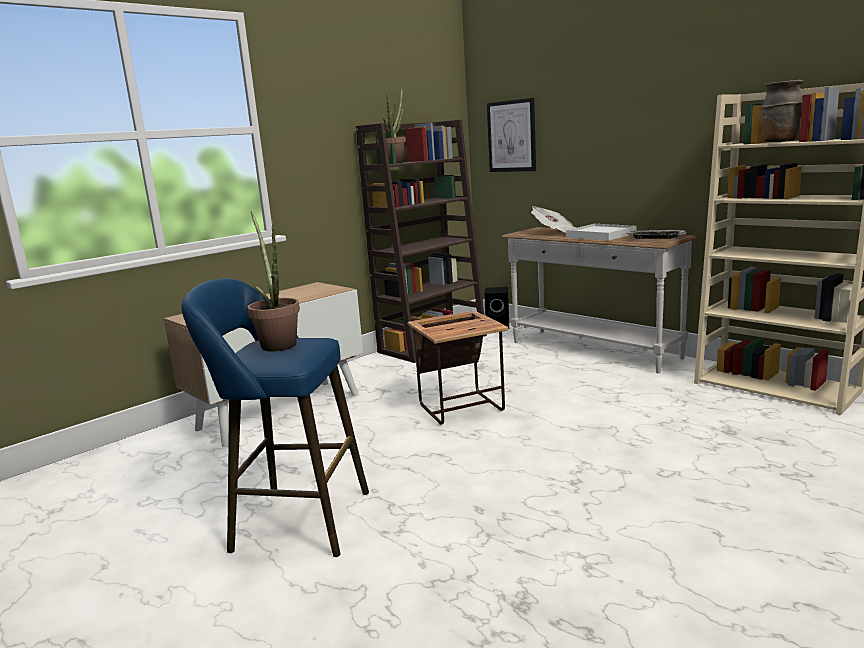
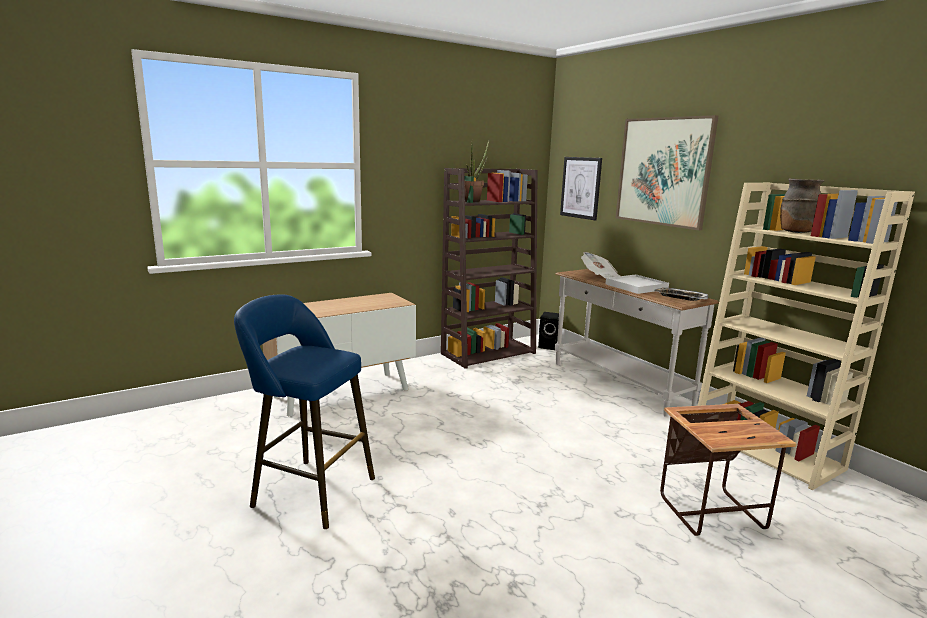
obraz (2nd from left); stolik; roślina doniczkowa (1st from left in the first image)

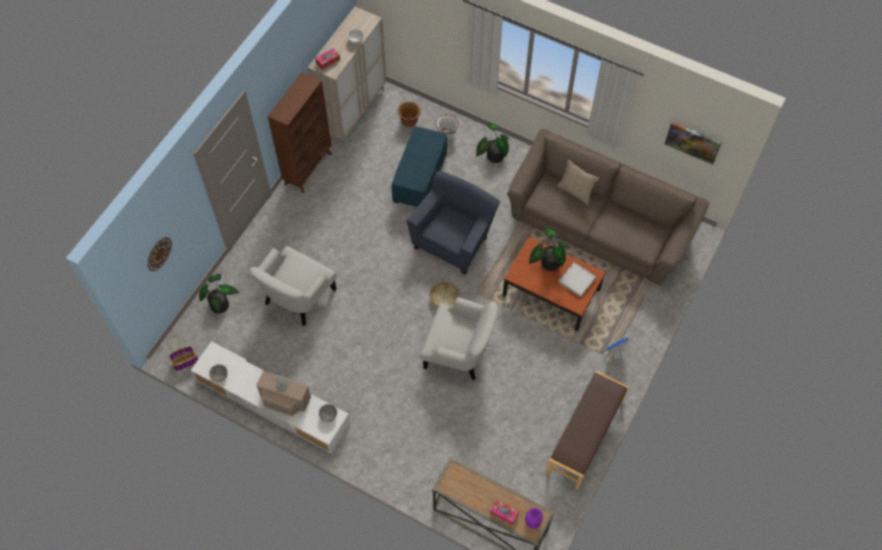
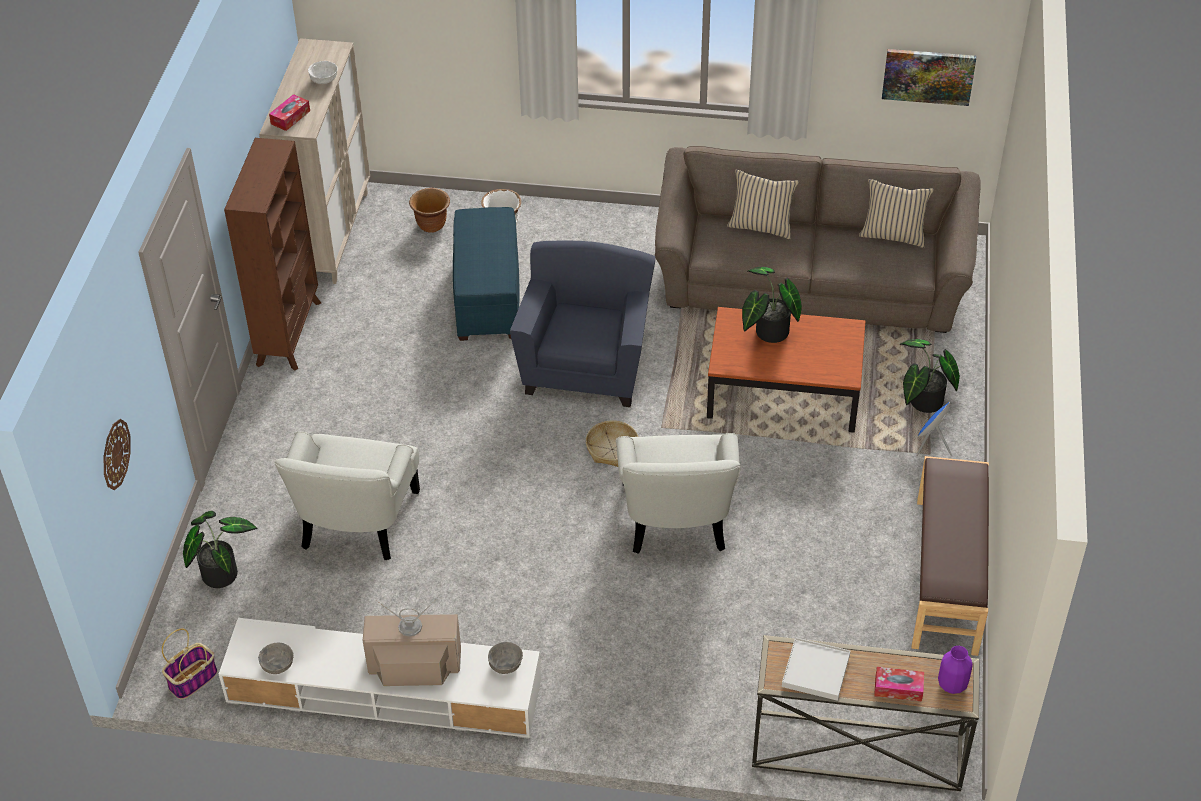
fotel (biały) (2nd from left); taca (biały); poduszka (beżowy) (2nd from left); roślina doniczkowa (3rd from left)

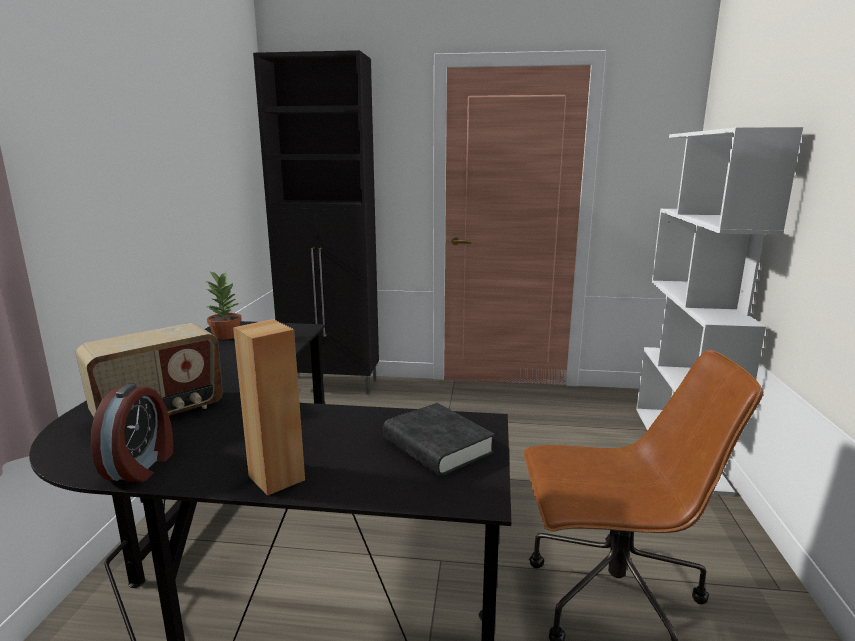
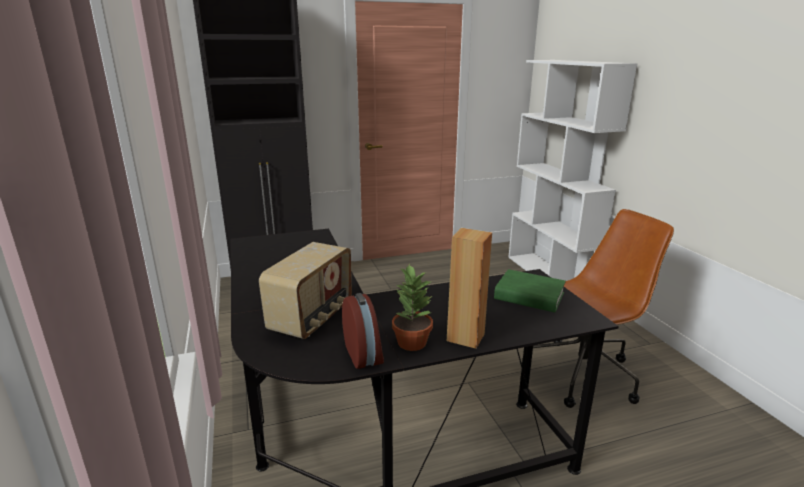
roślina doniczkowa; książka (zielony)

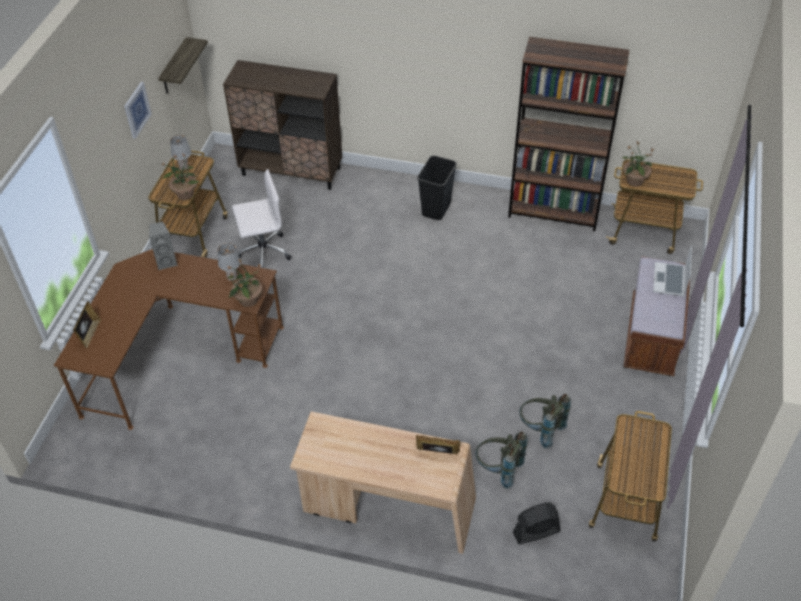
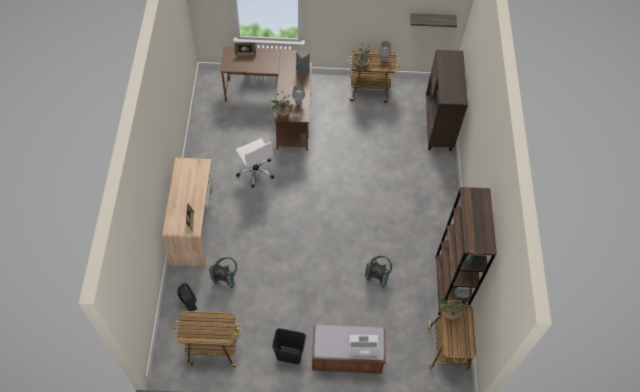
krzesło biurowe (biały); kosz na śmieci (czarny); plecak (szary) (2nd from left); obraz

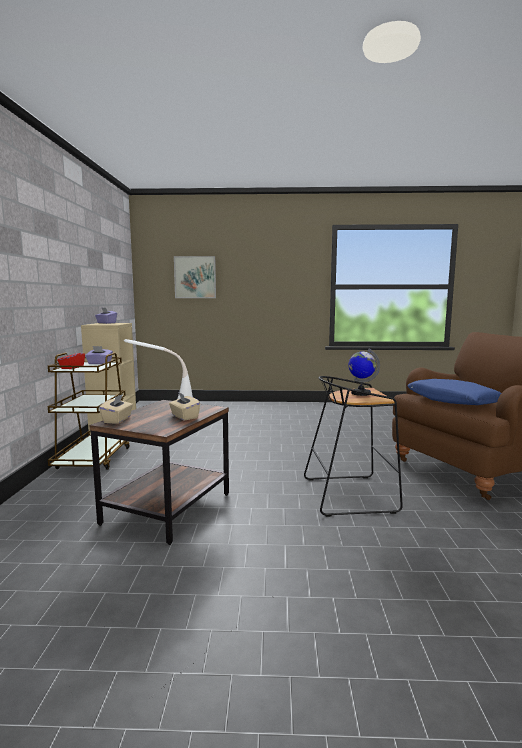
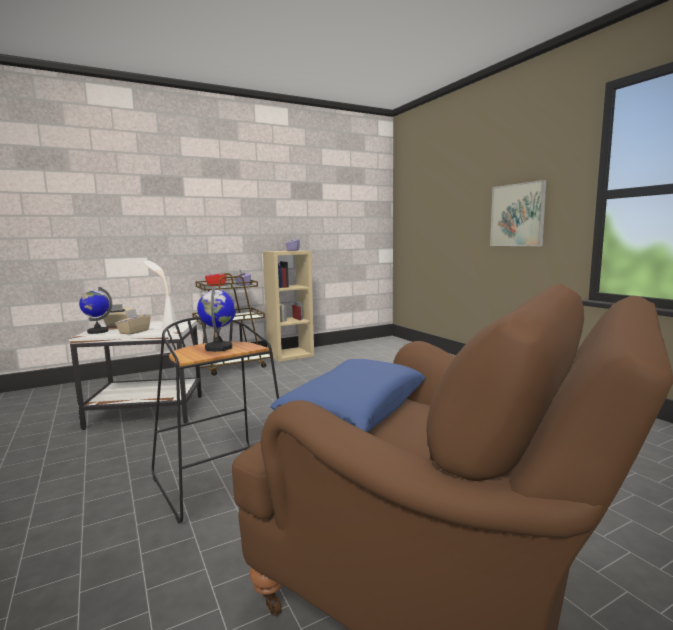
stolik (biały); globus (1st from left); obraz

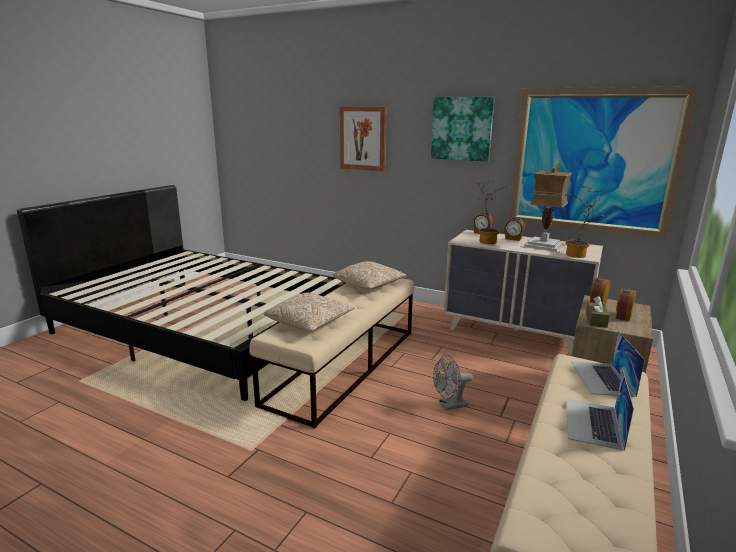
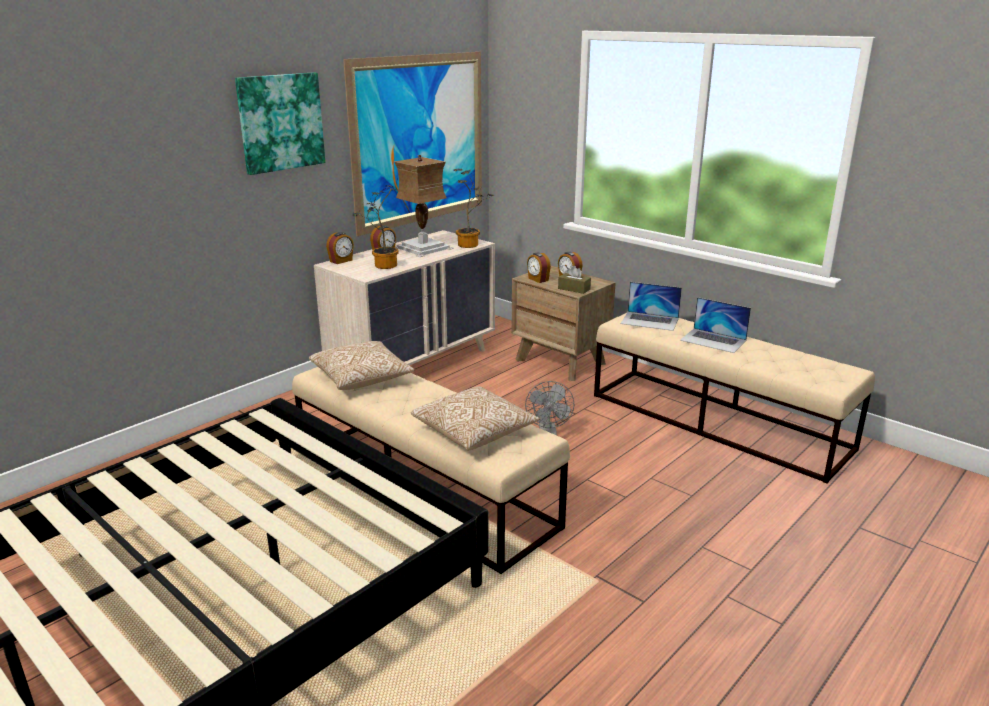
obraz (1st from left in the first image)

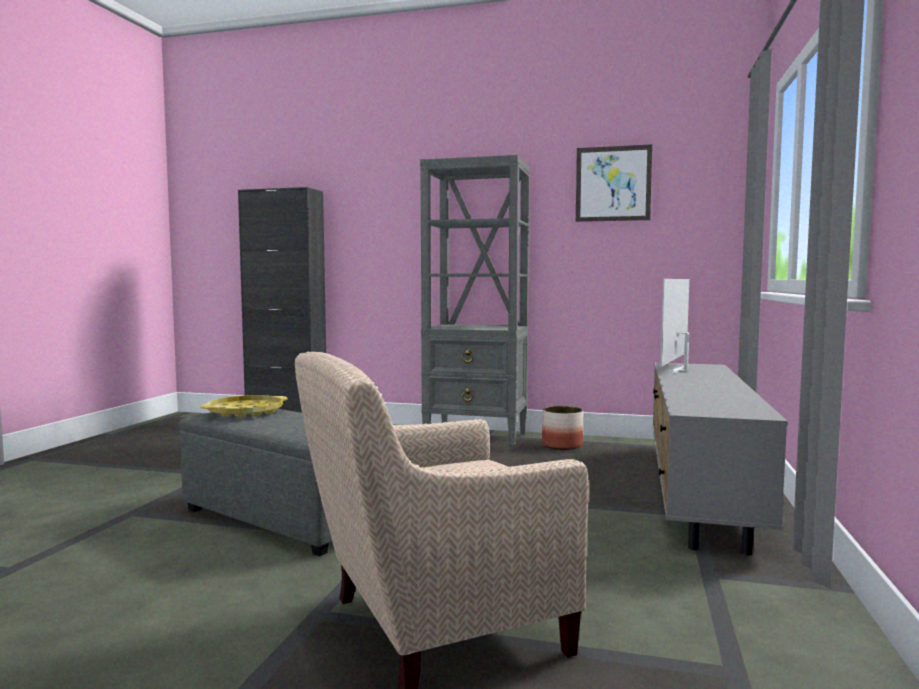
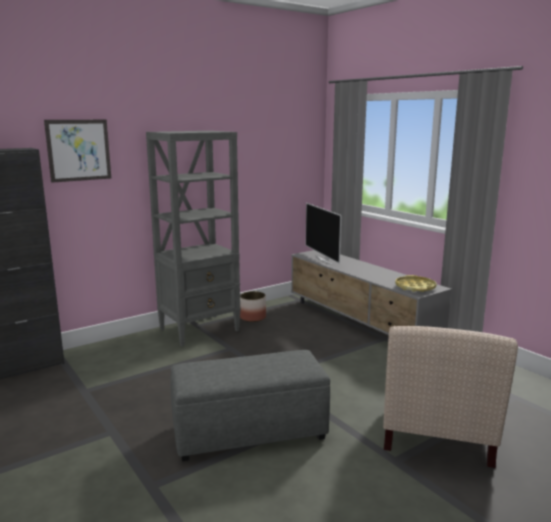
obraz; taca (żółty)

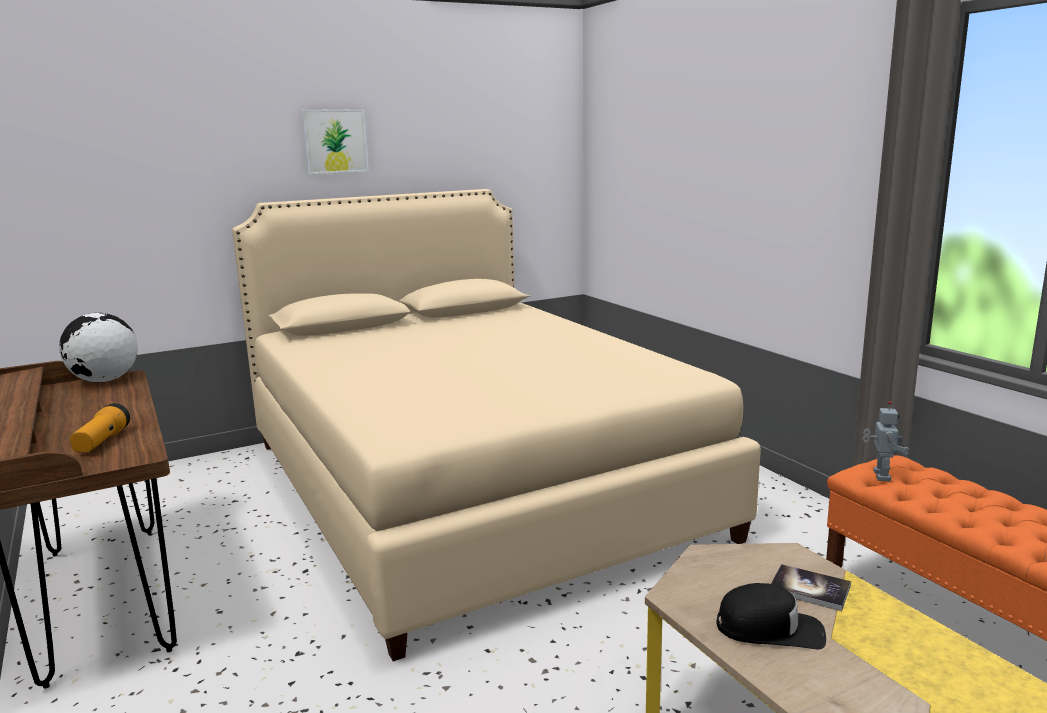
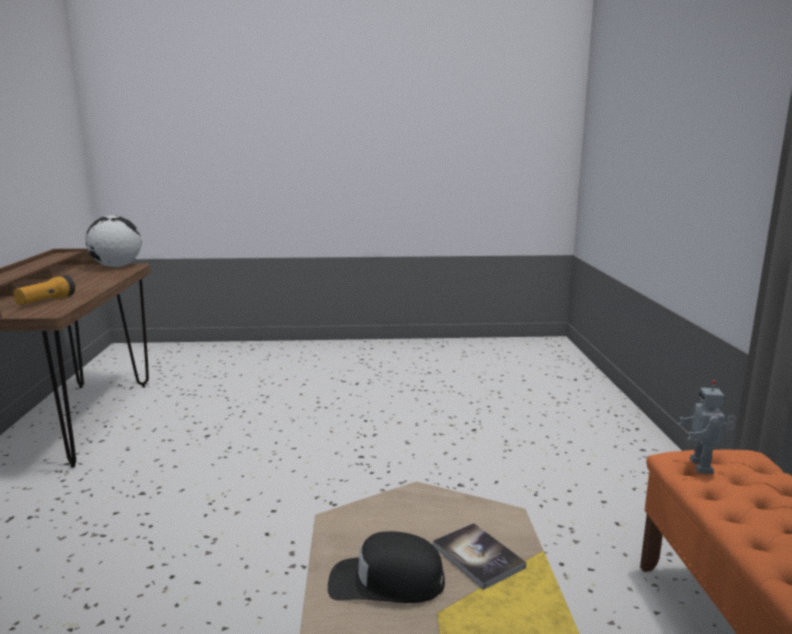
czapka z daszkiem (czarny); robot zabawkowy; łóżko (beżowy); obraz

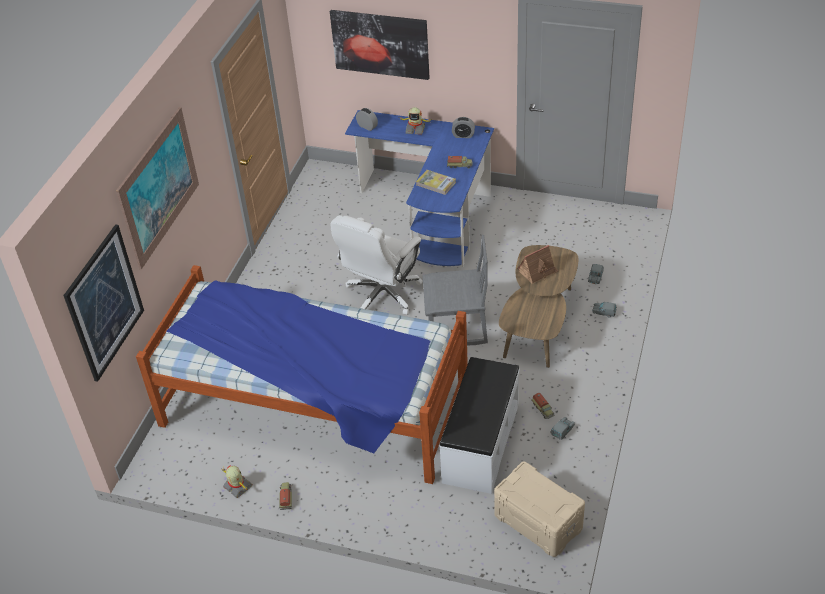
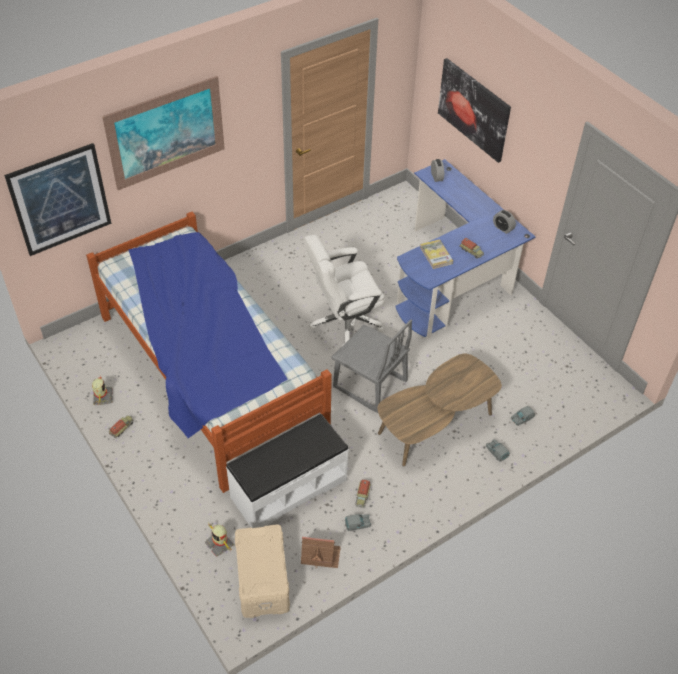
robot zabawkowy (2nd from left); domek

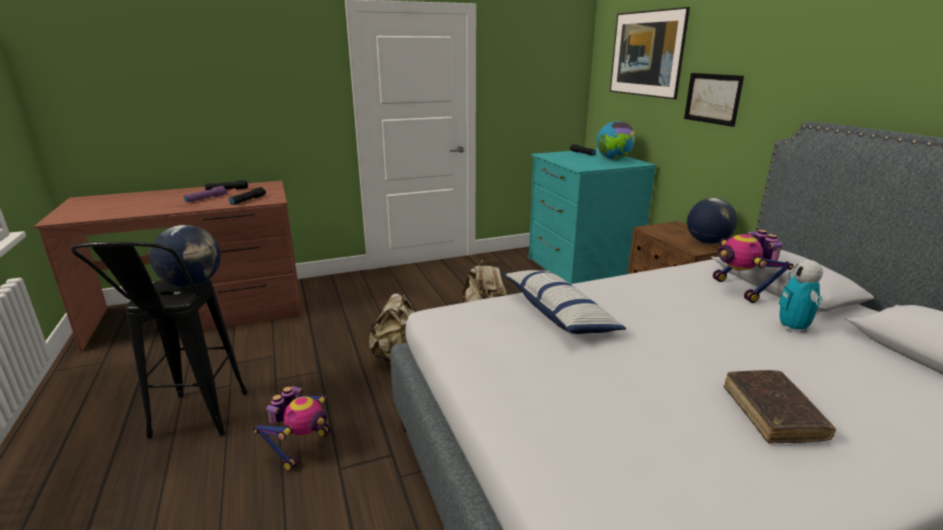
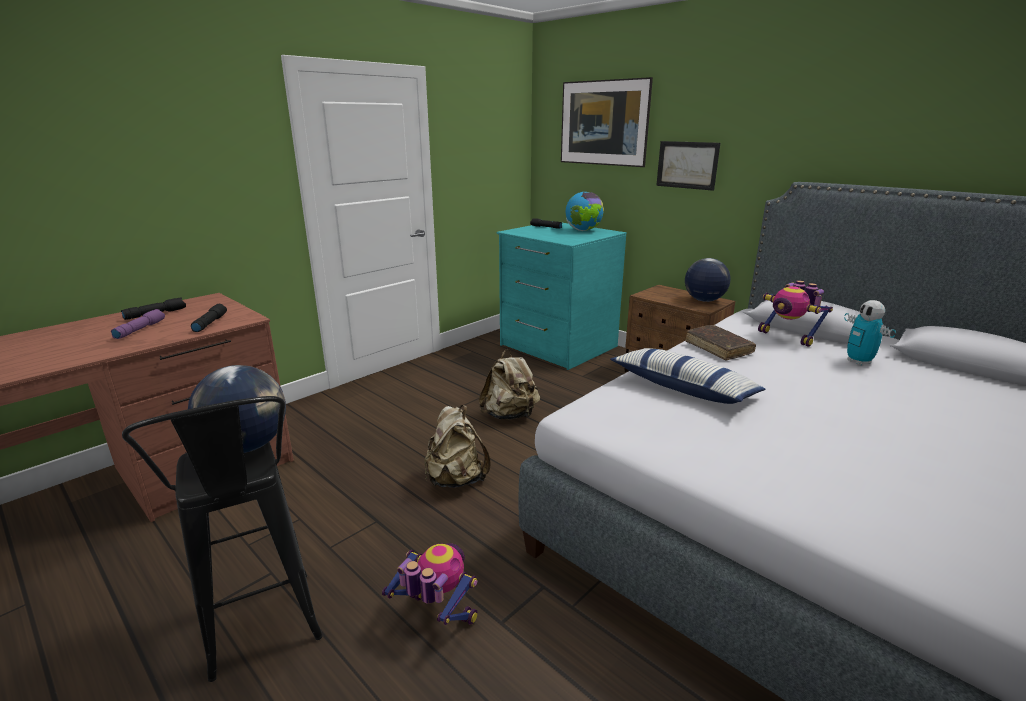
robot zabawkowy (1st from left); książka (brązowy)

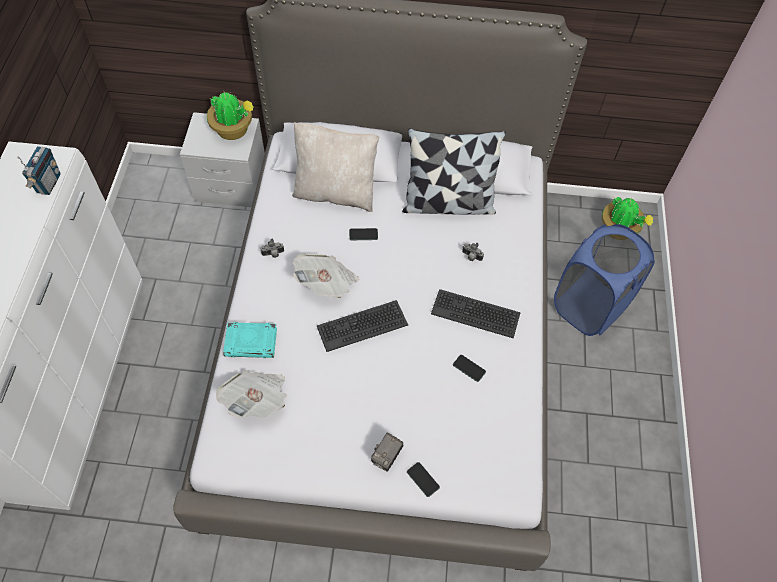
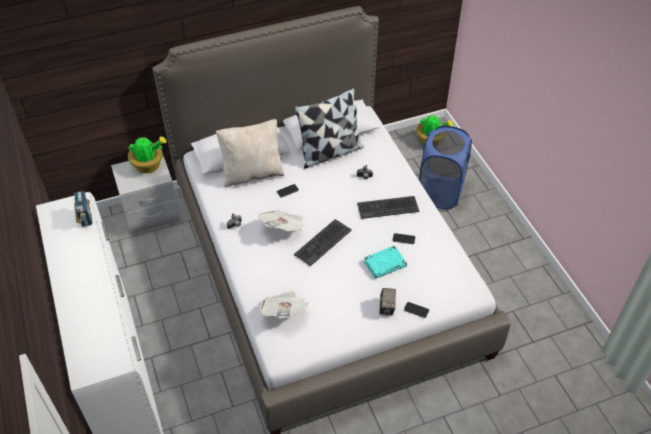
książka (turkusowy)

